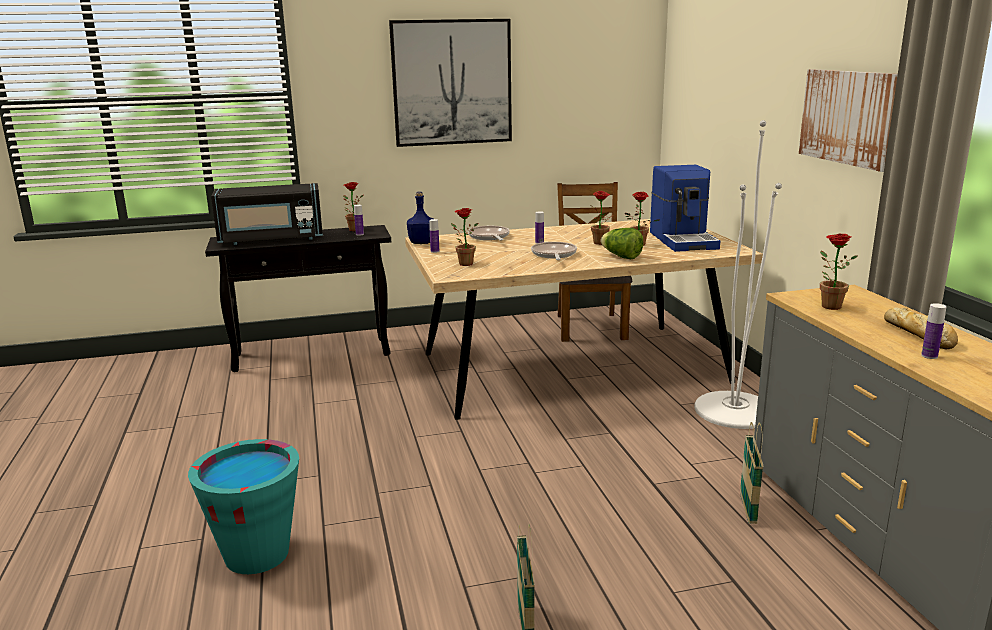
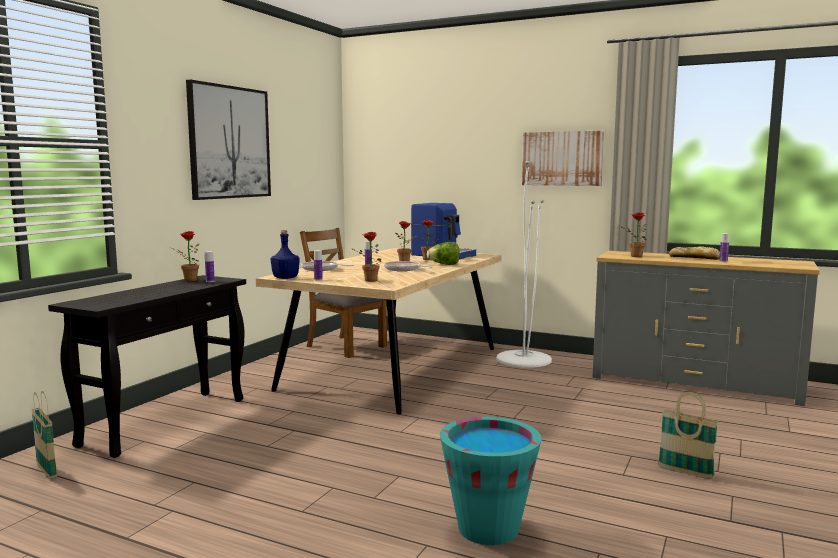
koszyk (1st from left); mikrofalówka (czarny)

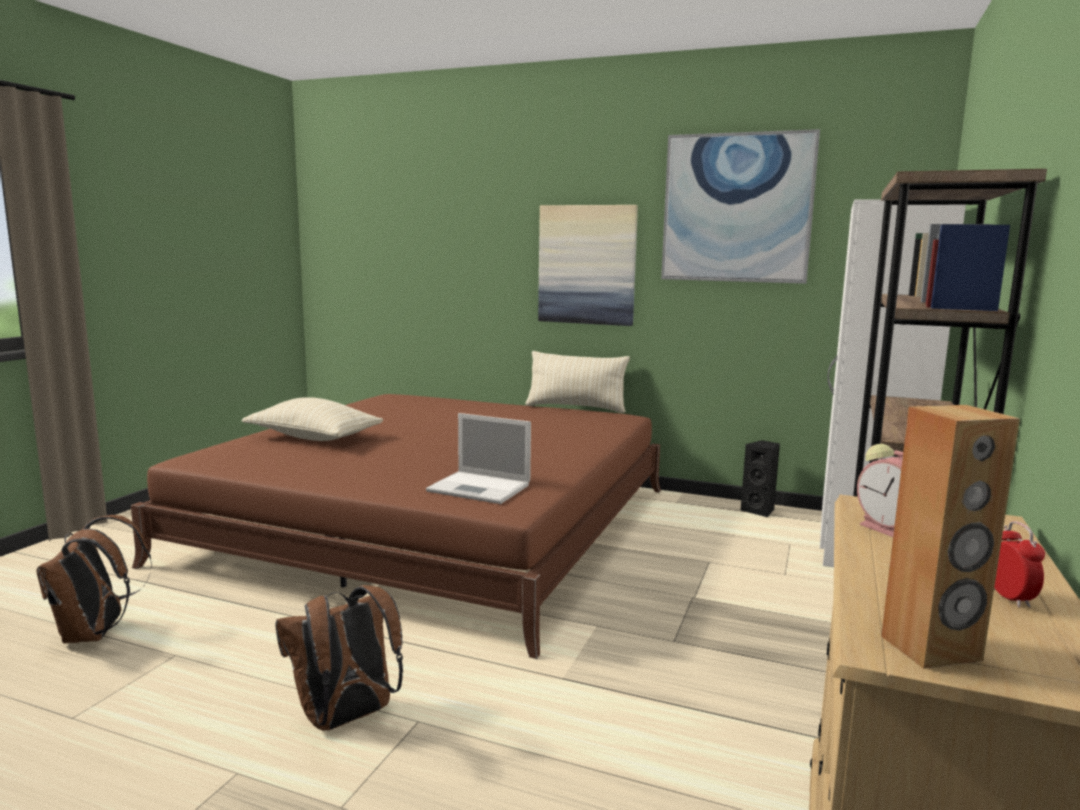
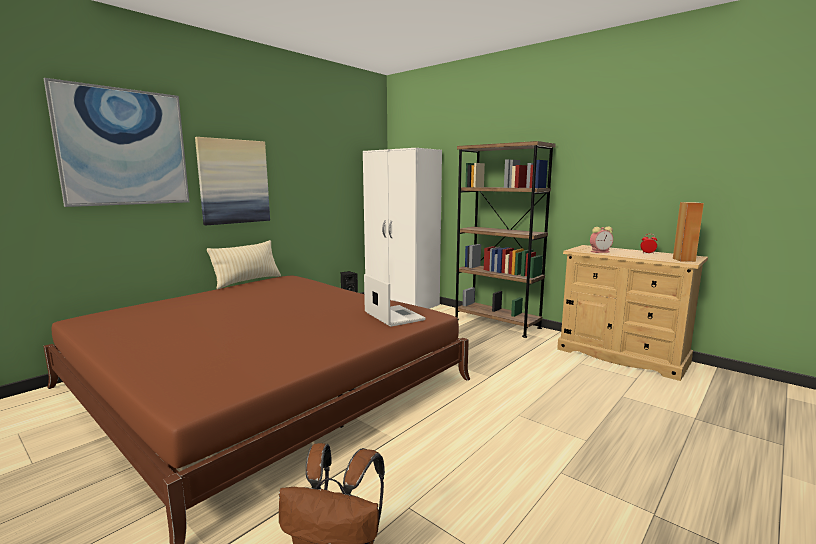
obraz (1st from left); laptop; poduszka (beżowy) (1st from left in the first image); plecak (brązowy) (2nd from left in the first image)

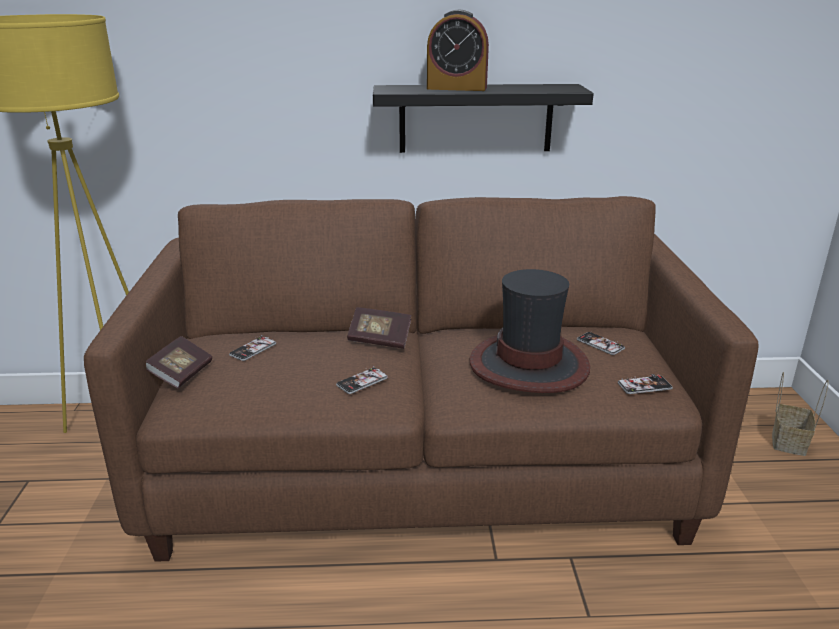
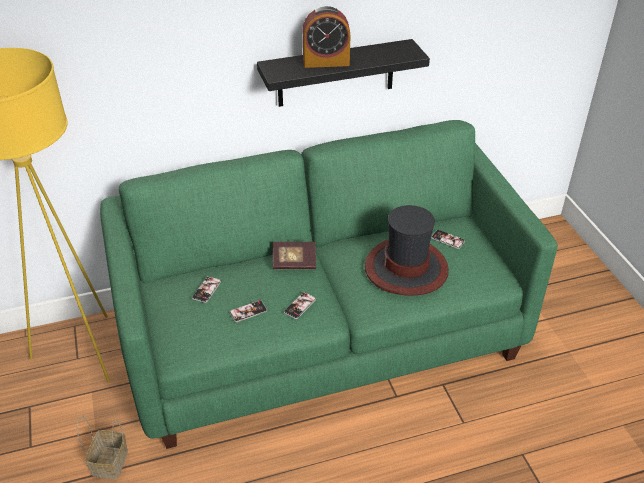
koszyk; kanapa (zielony); telefon (2nd from left); książka (1st from left in the first image)

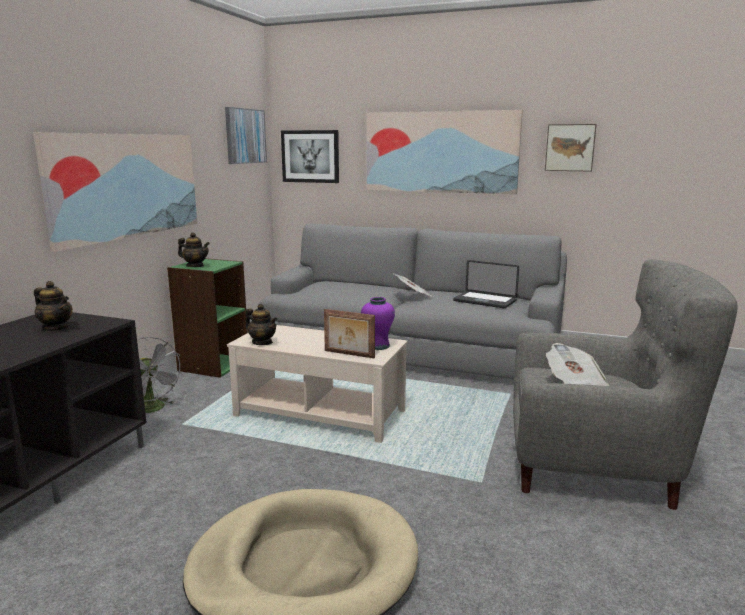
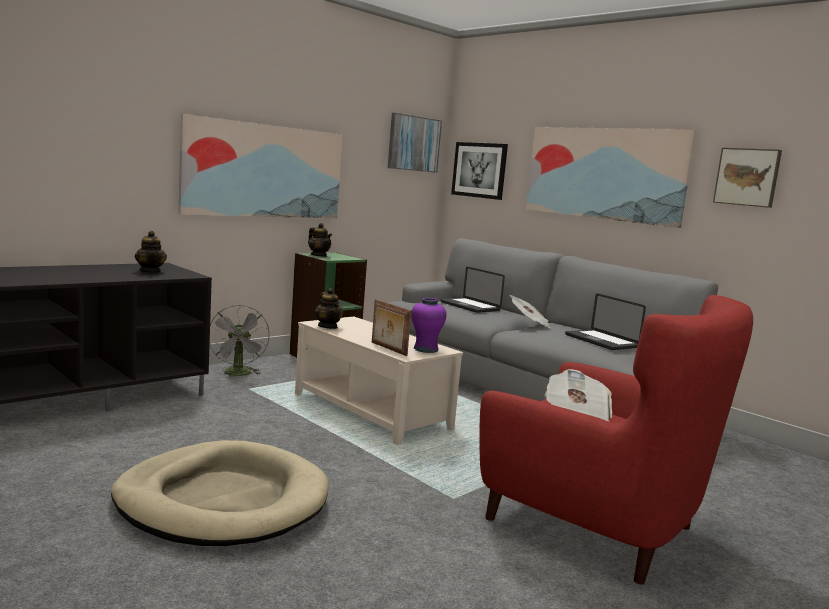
laptop (1st from left); fotel (czerwony)

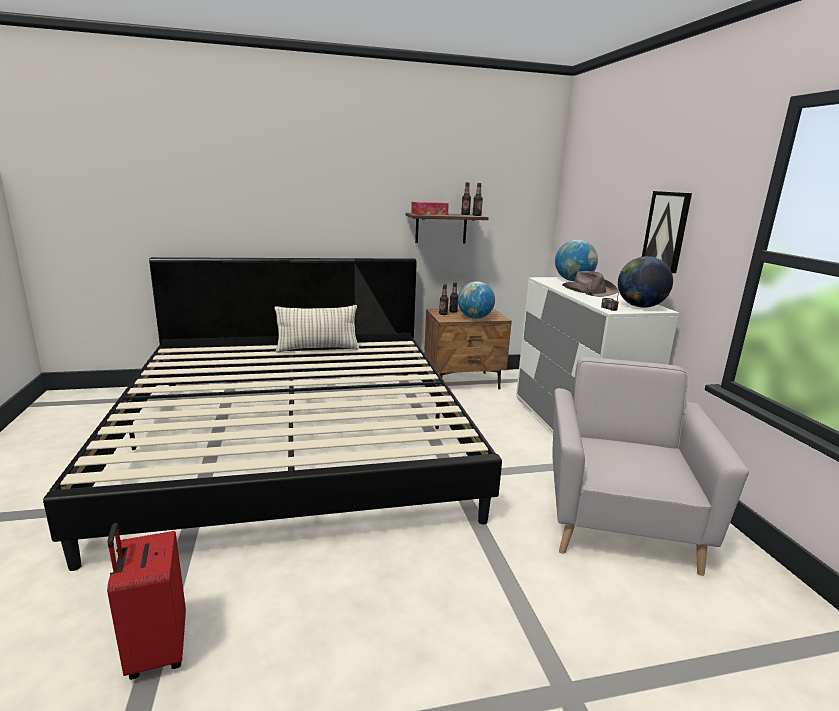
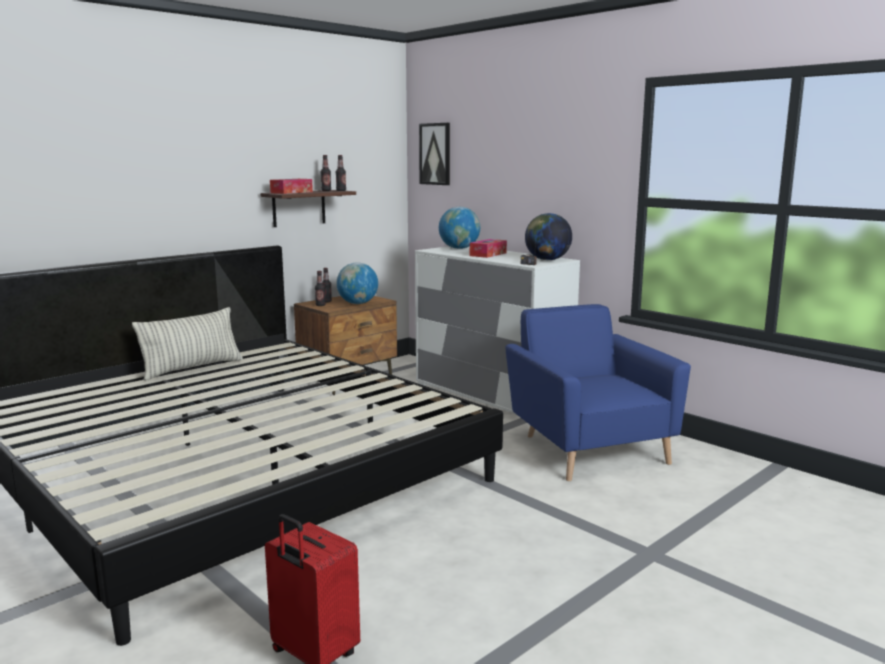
obraz; pudełko chusteczek (2nd from left); fotel (niebieski)

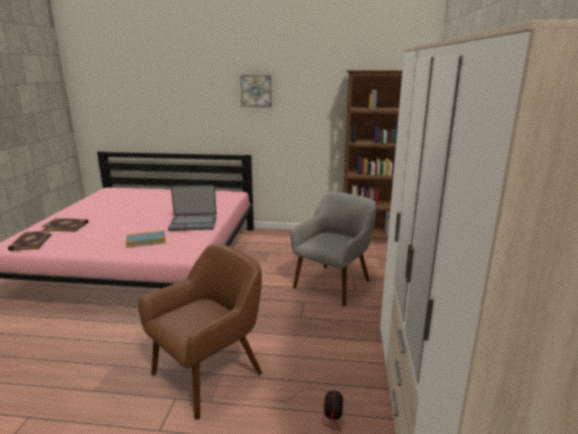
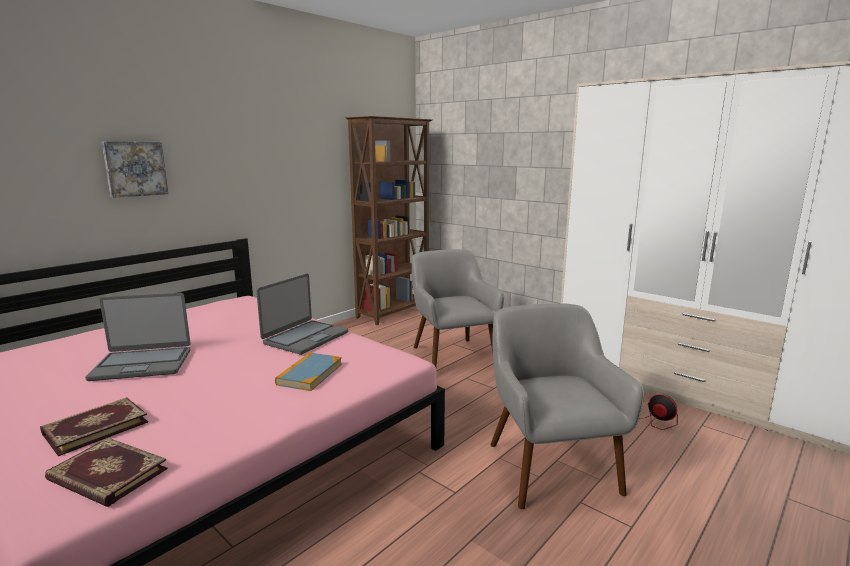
laptop (1st from left); obraz; fotel (szary) (2nd from left)

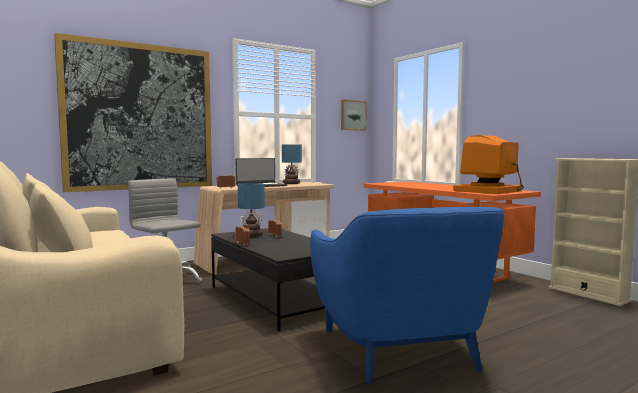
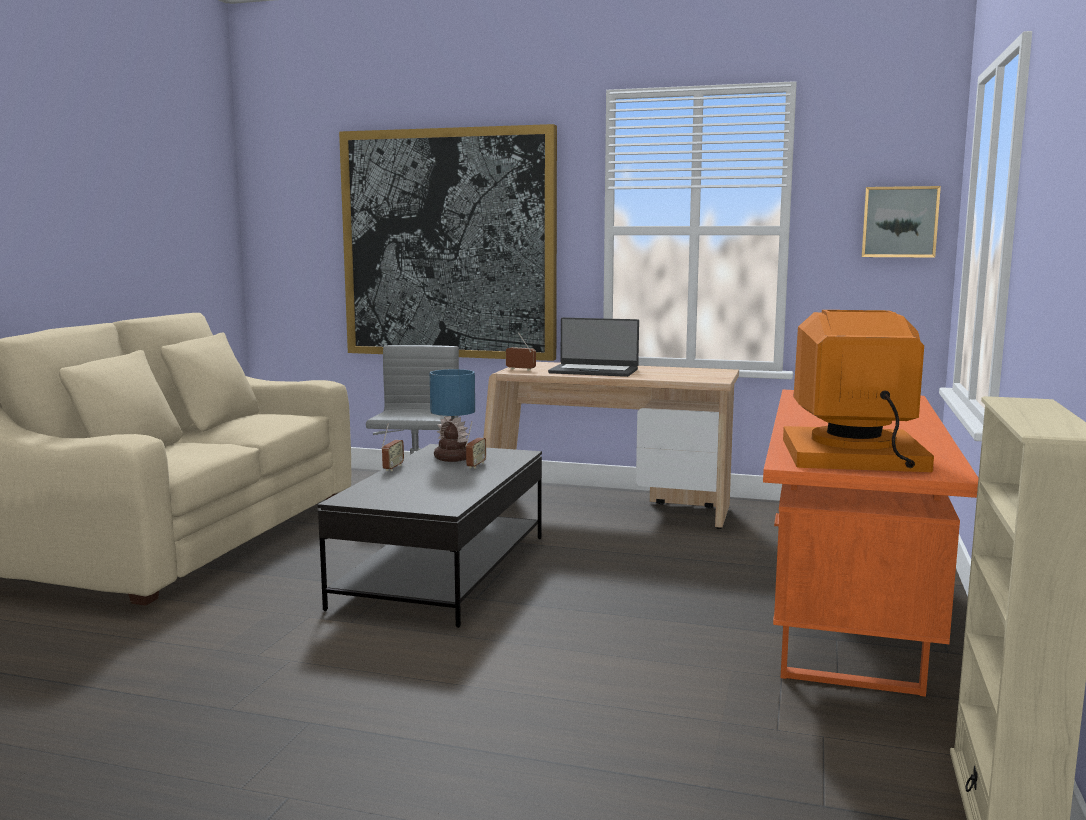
lampa stołowa (2nd from left in the first image); fotel (niebieski)

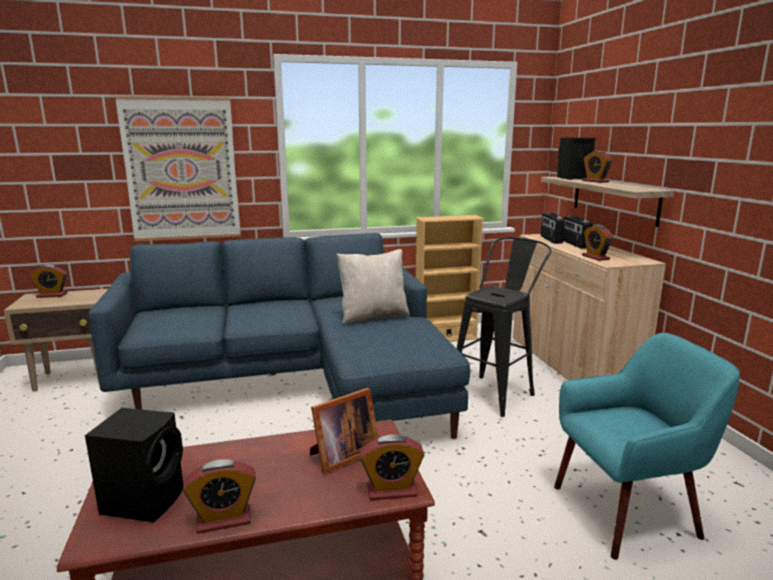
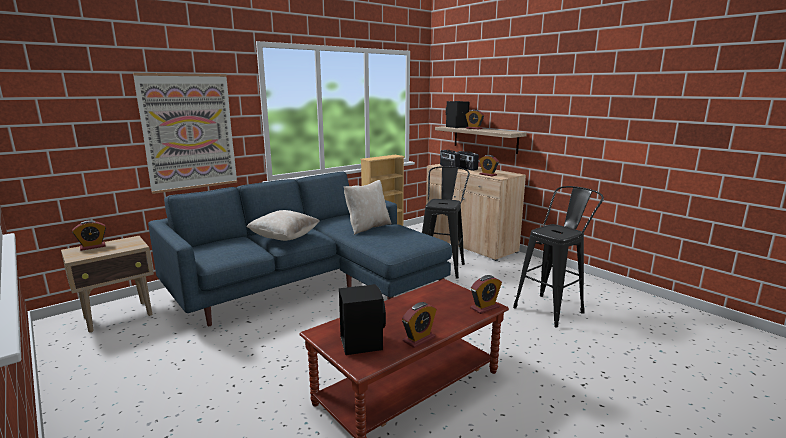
poduszka (beżowy) (1st from left); stołek (czarny) (2nd from left); ramka na zdjęcie

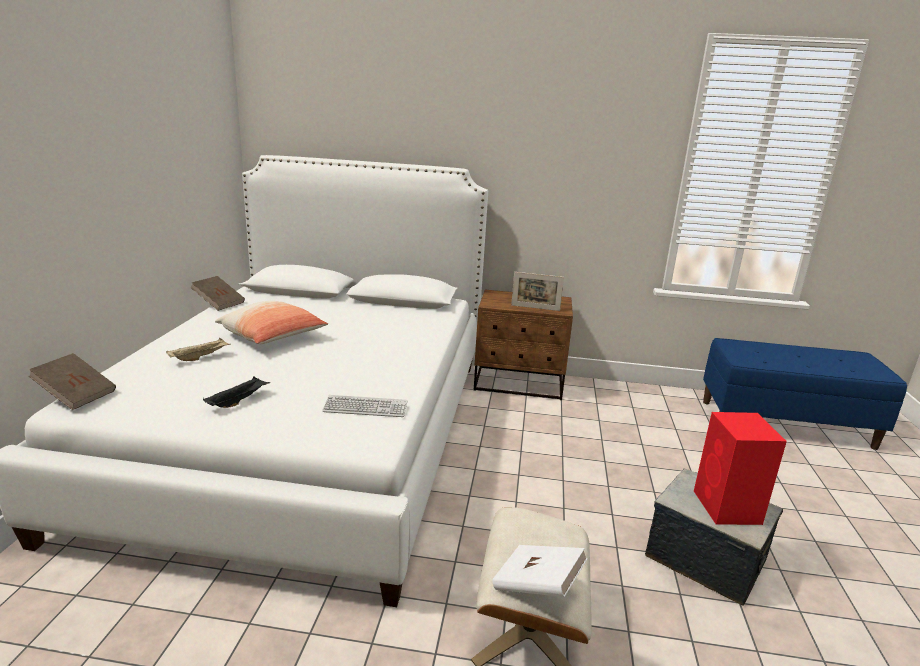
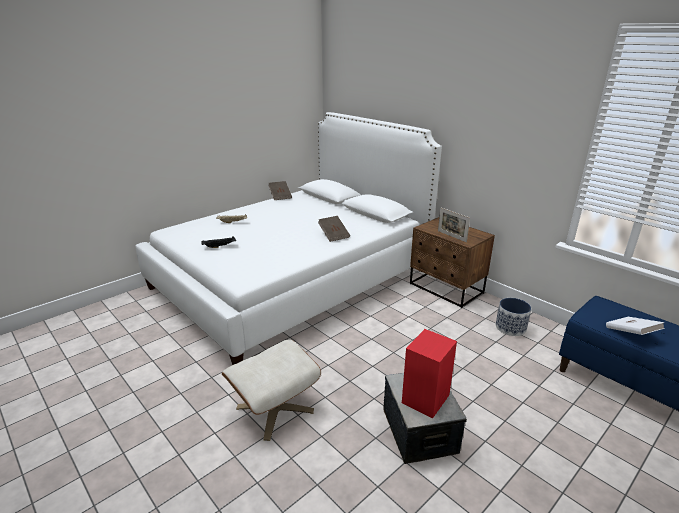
książka (brązowy) (2nd from left); donica; książka (biały); poduszka; klawiatura

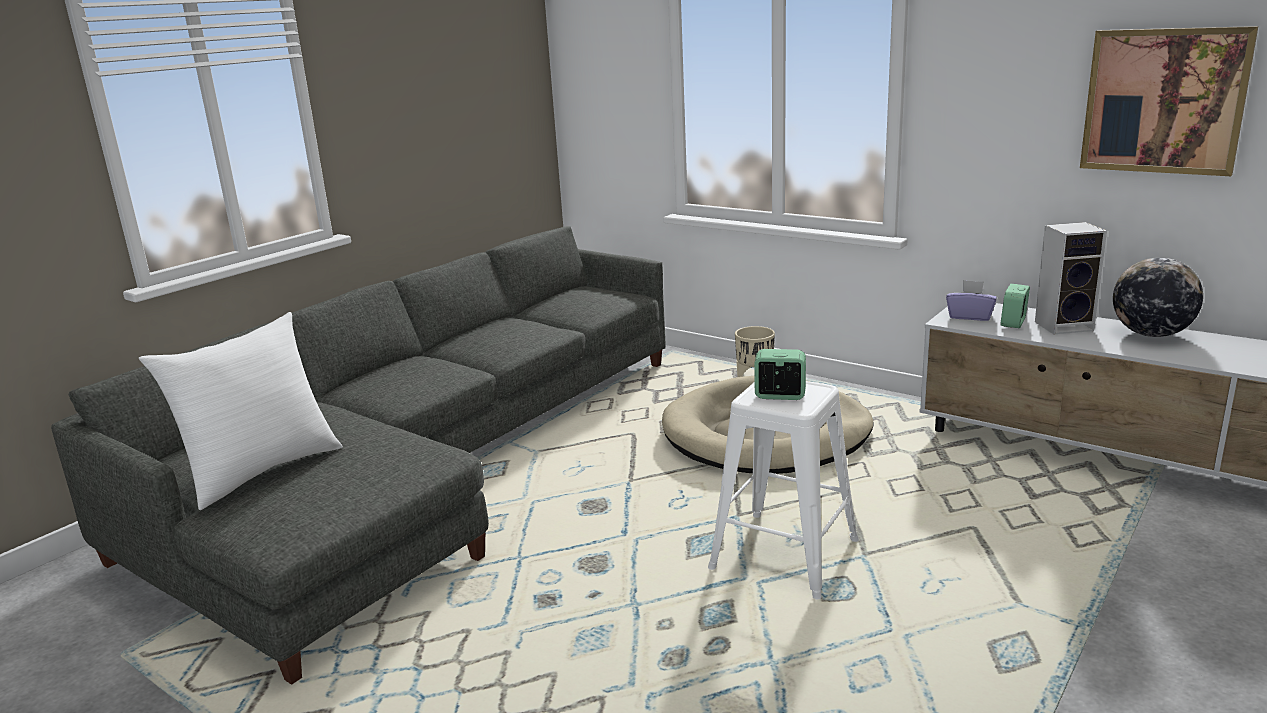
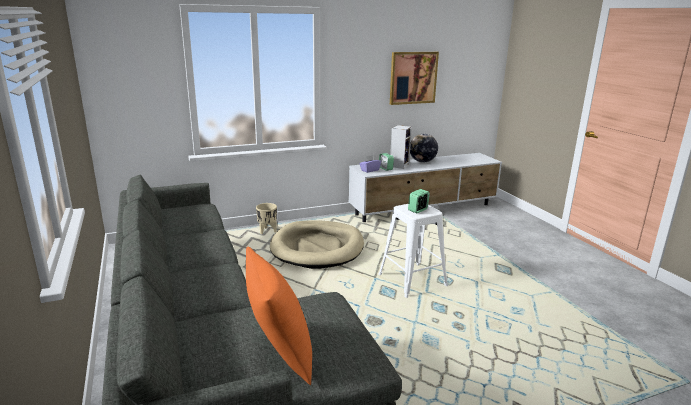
poduszka (pomarańczowy)

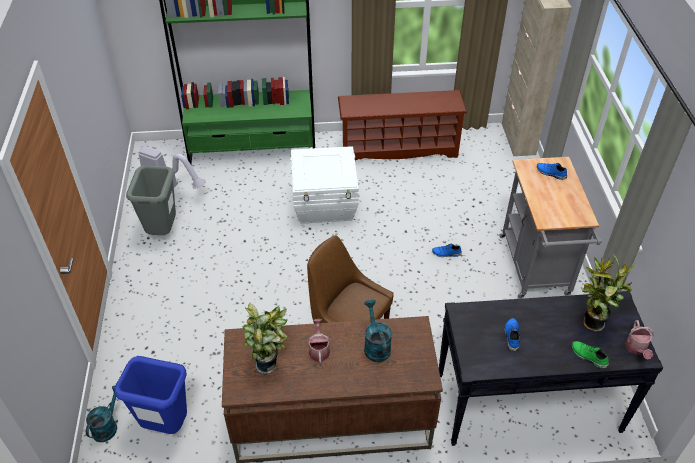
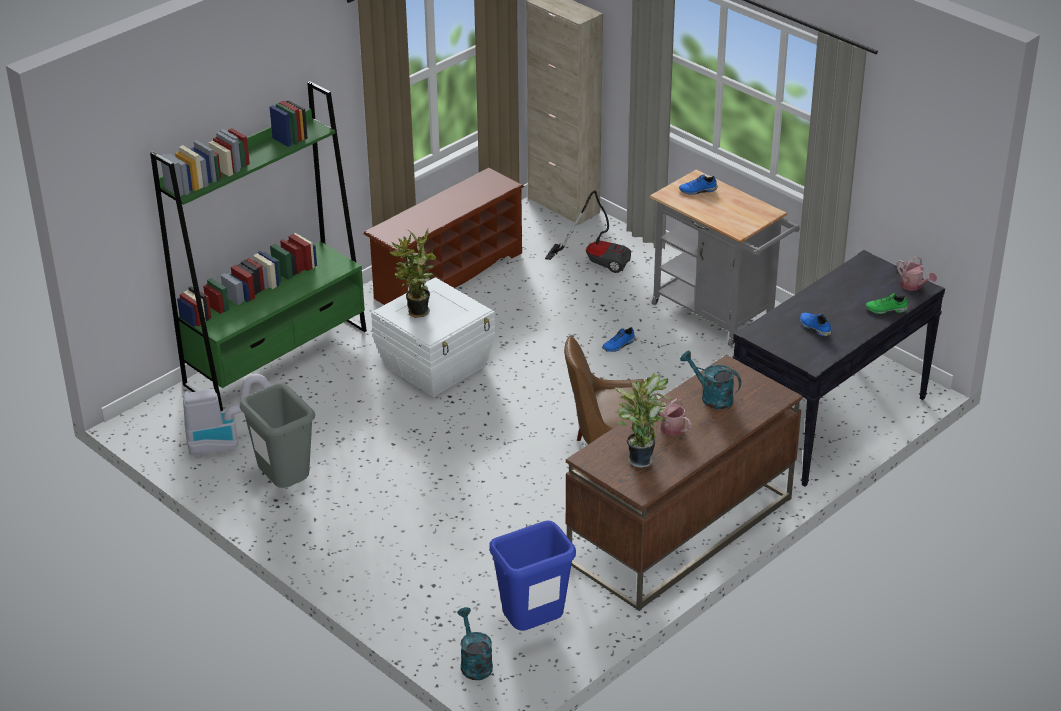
roślina doniczkowa (1st from left); odkurzacz (2nd from left)

